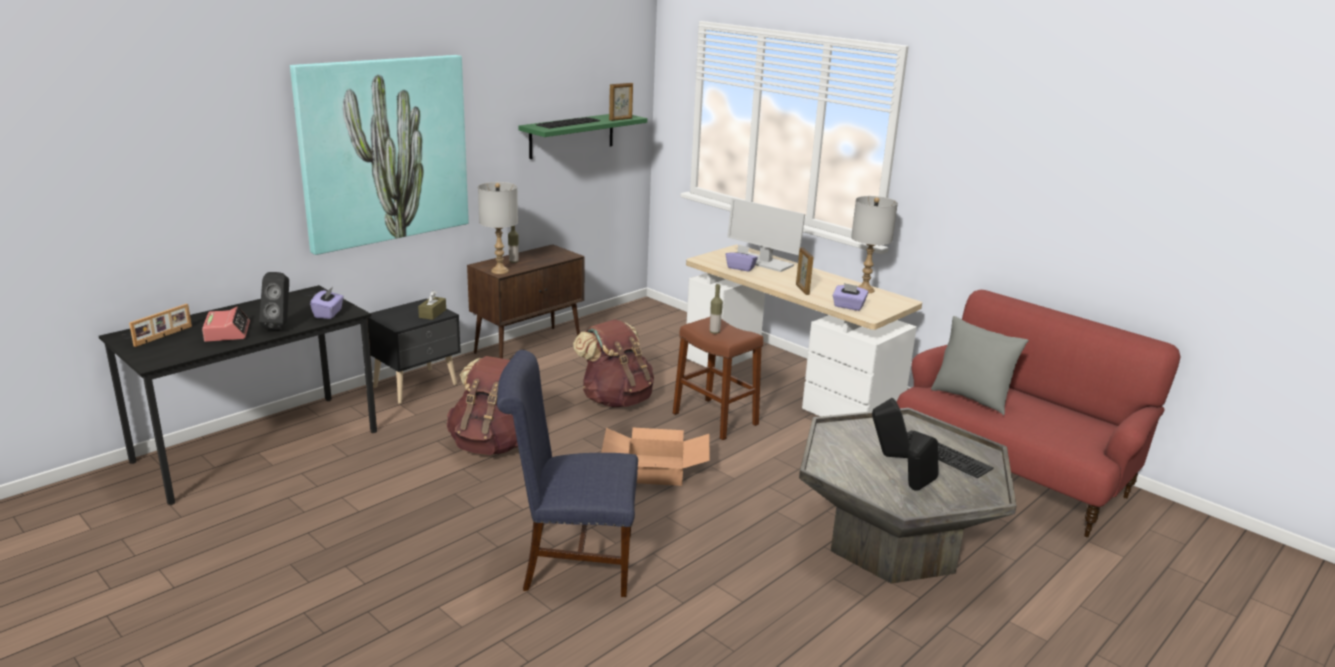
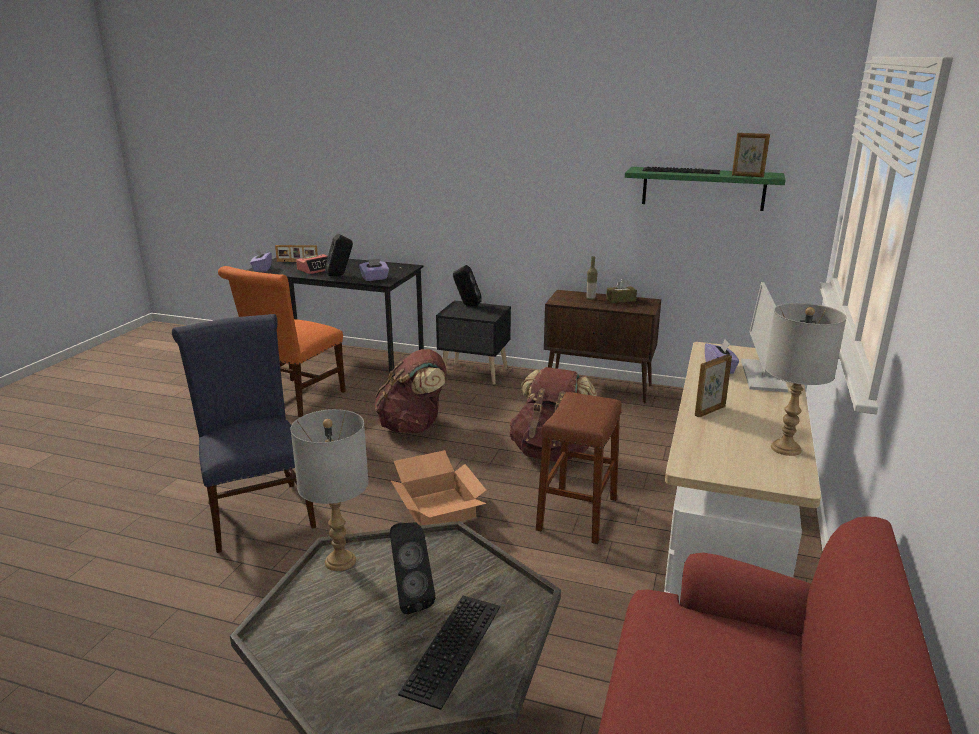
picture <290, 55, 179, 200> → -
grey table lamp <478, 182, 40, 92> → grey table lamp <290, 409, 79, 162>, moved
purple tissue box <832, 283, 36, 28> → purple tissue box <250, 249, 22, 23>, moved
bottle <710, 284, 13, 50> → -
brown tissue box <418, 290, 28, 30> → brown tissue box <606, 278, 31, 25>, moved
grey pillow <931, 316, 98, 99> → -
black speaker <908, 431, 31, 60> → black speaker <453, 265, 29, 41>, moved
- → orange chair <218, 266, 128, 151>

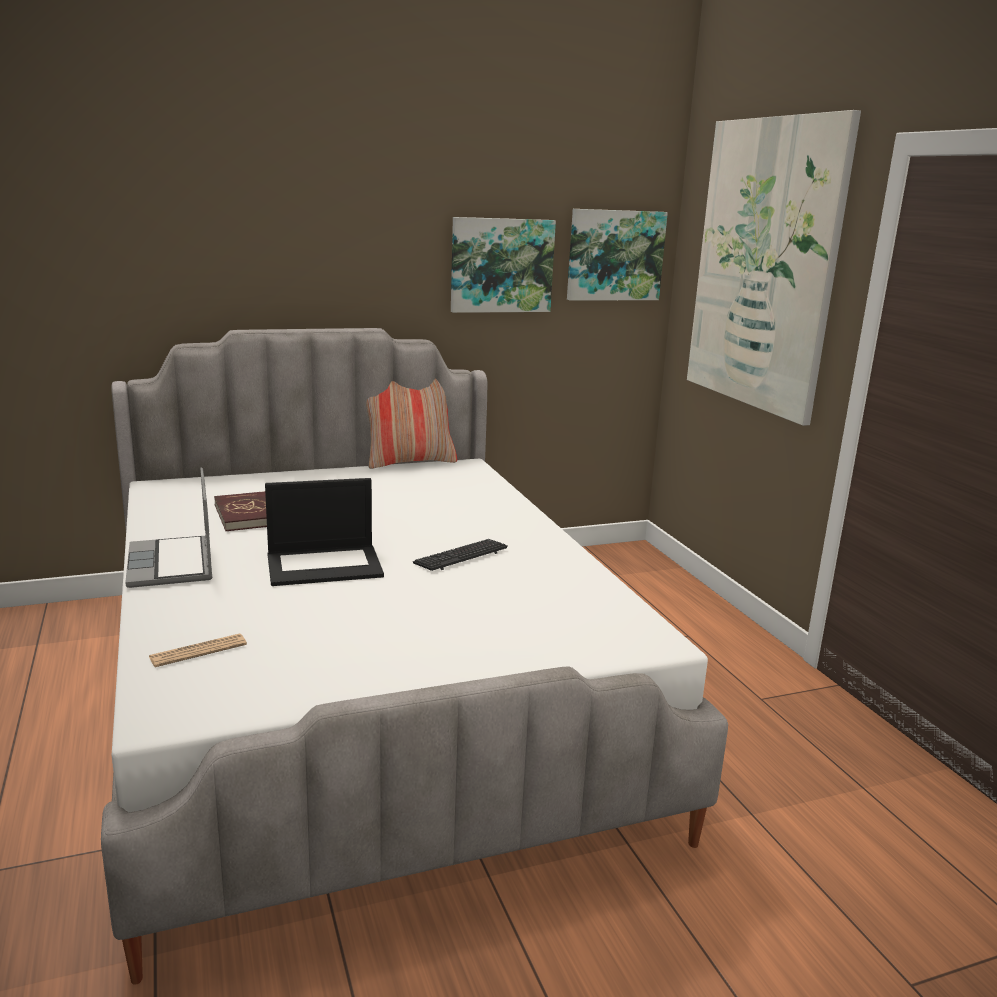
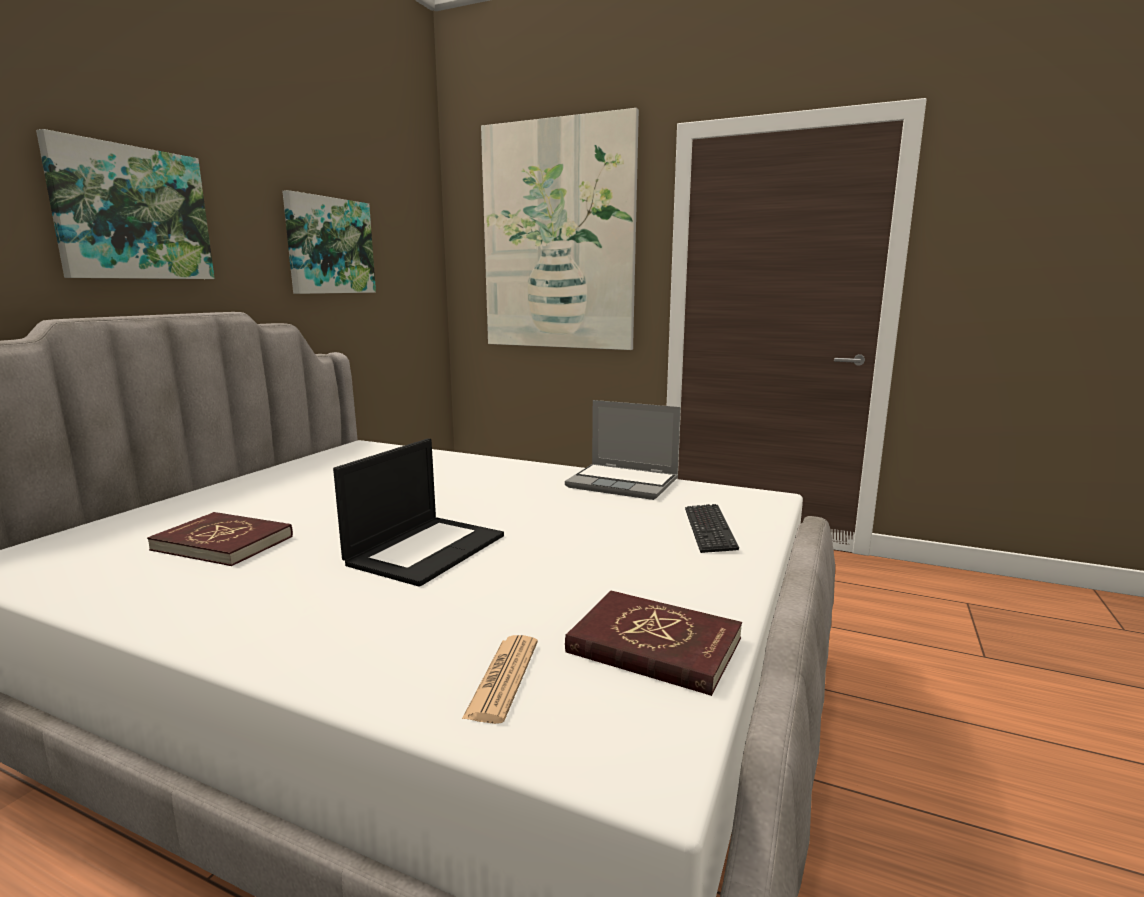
picture <567, 209, 101, 92> → picture <36, 129, 179, 150>, moved
pillow <366, 378, 91, 91> → -
laptop <125, 468, 87, 120> → laptop <565, 400, 115, 100>, moved
keyboard <413, 539, 95, 32> → keyboard <685, 504, 54, 49>, moved
- → red book <565, 591, 177, 105>

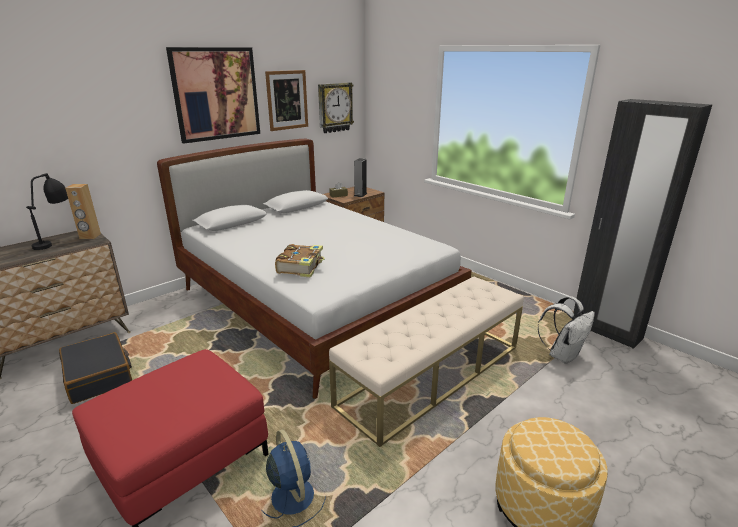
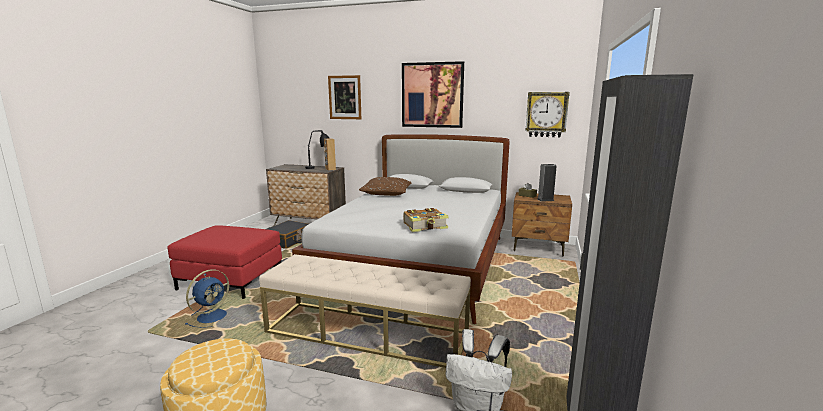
picture <265, 70, 43, 61> → picture <328, 75, 33, 44>, moved
book <275, 244, 50, 34> → book <404, 208, 44, 24>, moved
- → brown pillow <359, 177, 52, 19>

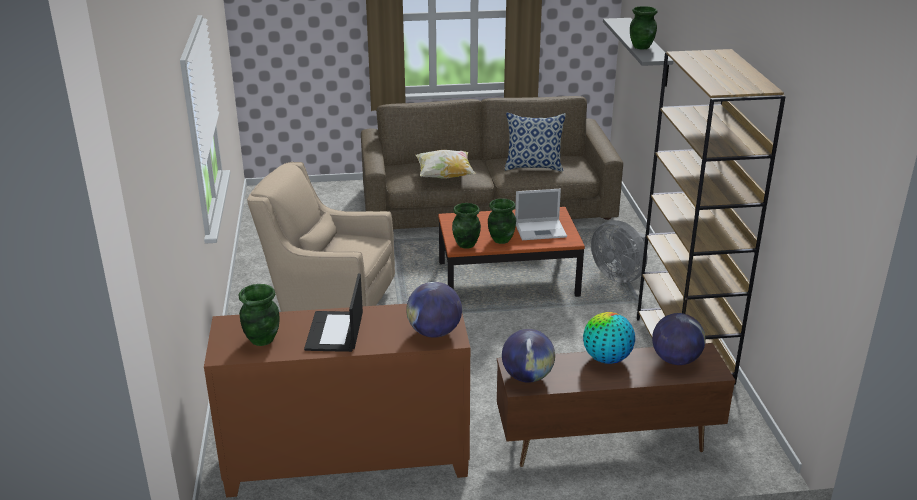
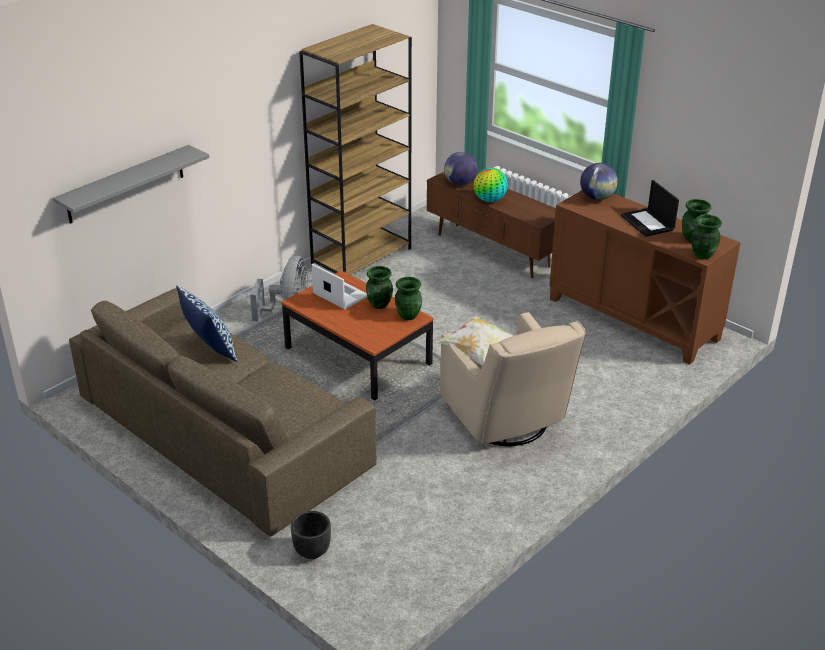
green vase <630, 6, 28, 43> → green vase <691, 214, 31, 45>, moved
pillow <416, 150, 59, 29> → pillow <436, 316, 77, 50>, moved
laptop <304, 274, 59, 78> → laptop <620, 180, 59, 57>, 105 degrees clockwise
globe <502, 329, 53, 54> → -
- → black planter <291, 511, 40, 48>

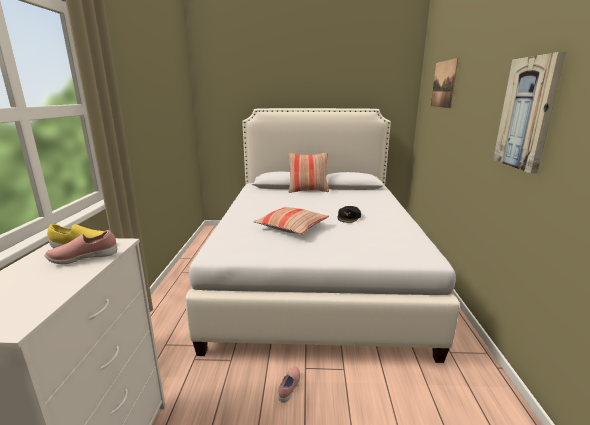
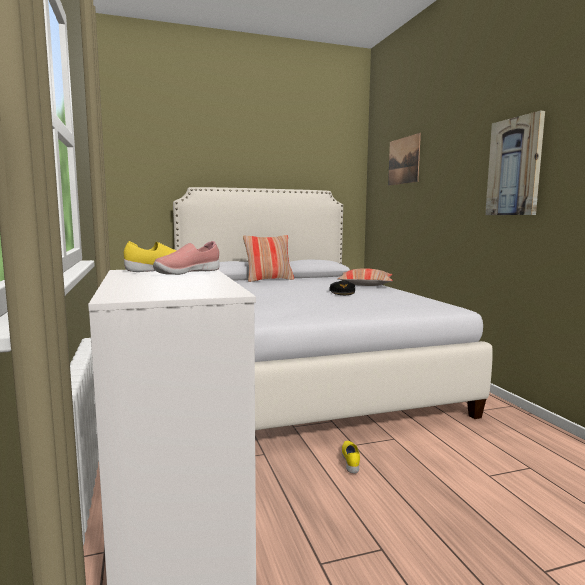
pillow <254, 207, 75, 27> → pillow <337, 268, 56, 18>, moved
pink shoe <278, 366, 22, 37> → yellow shoe <342, 441, 18, 33>

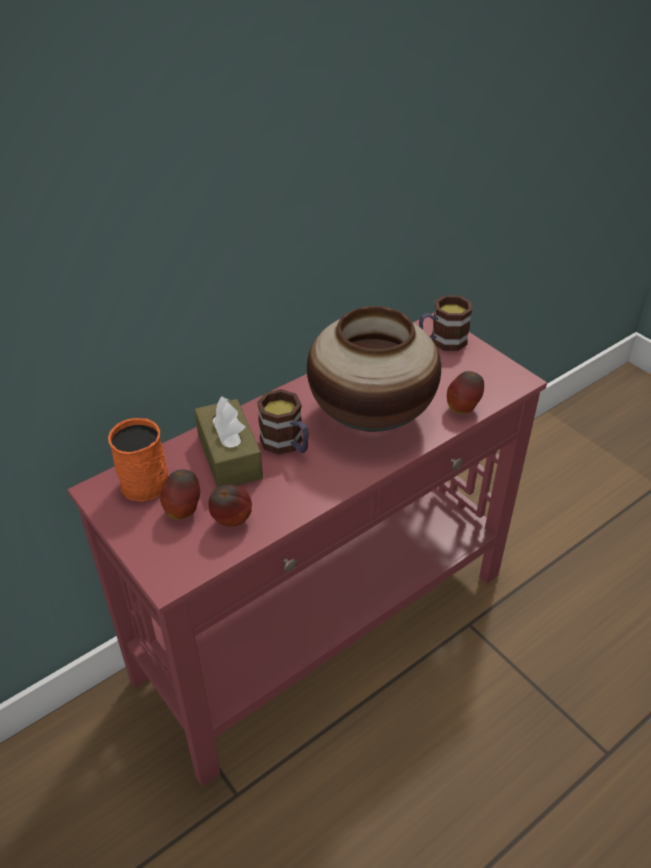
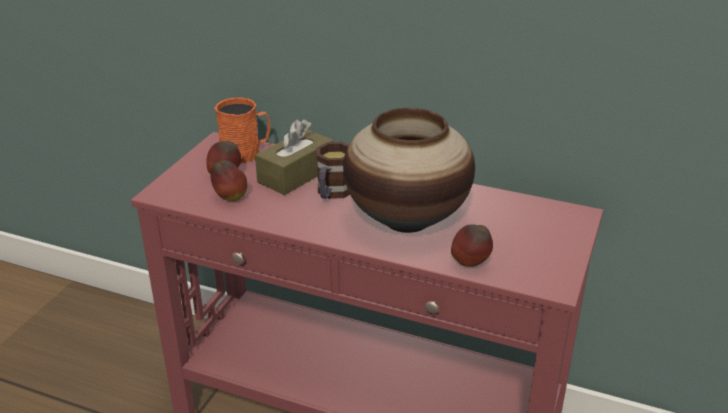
mug <419, 295, 53, 56> → -

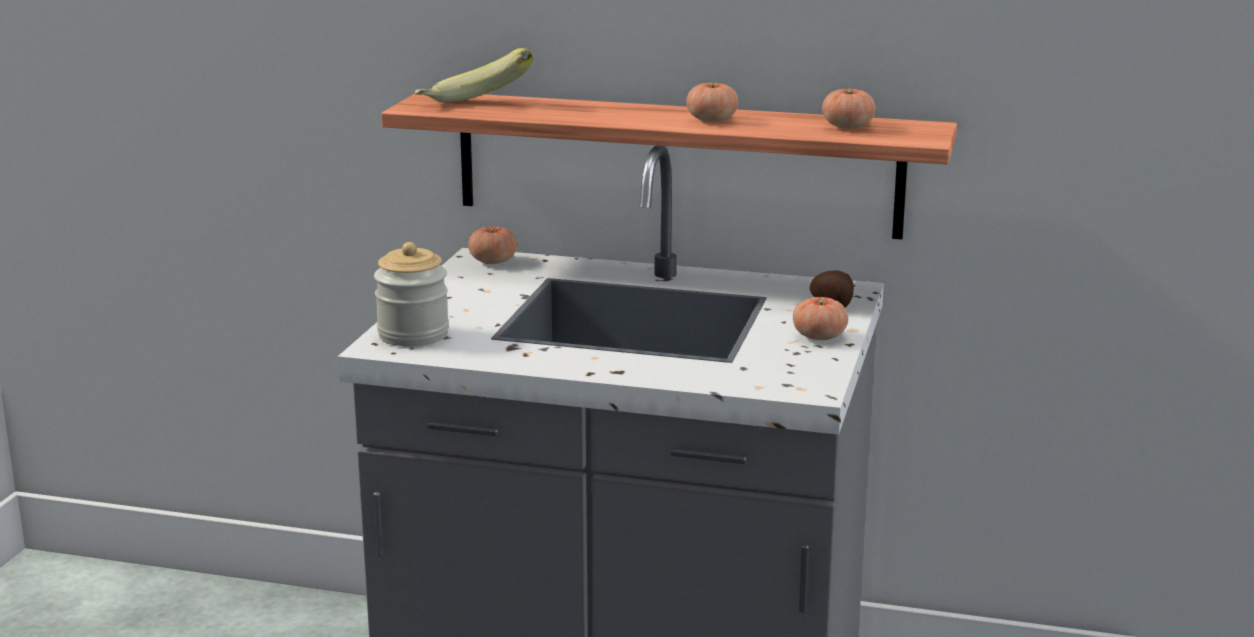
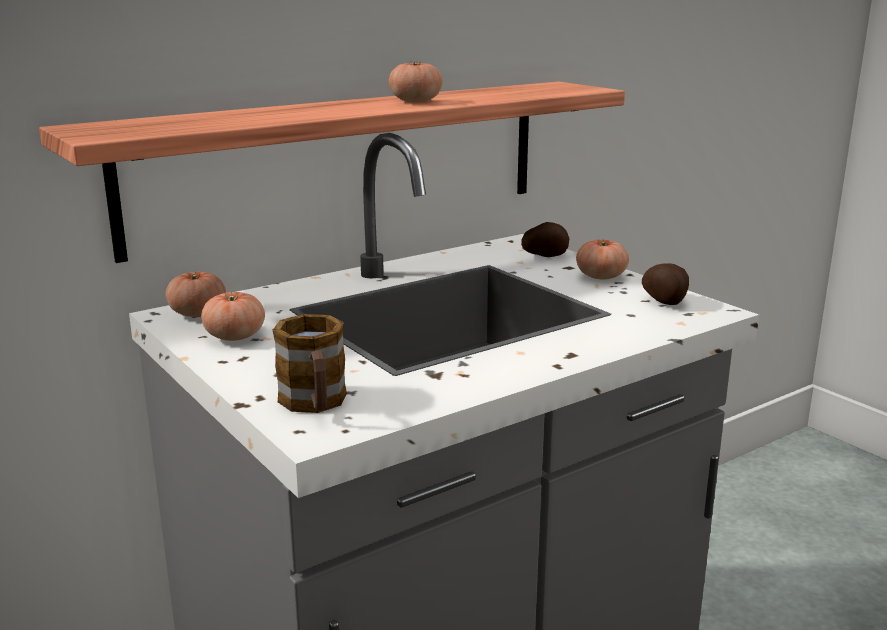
banana <415, 48, 118, 54> → -
tomato <822, 88, 54, 41> → tomato <201, 292, 64, 49>, moved
jar <374, 242, 75, 105> → mug <273, 314, 74, 99>
- → potato <642, 263, 47, 42>

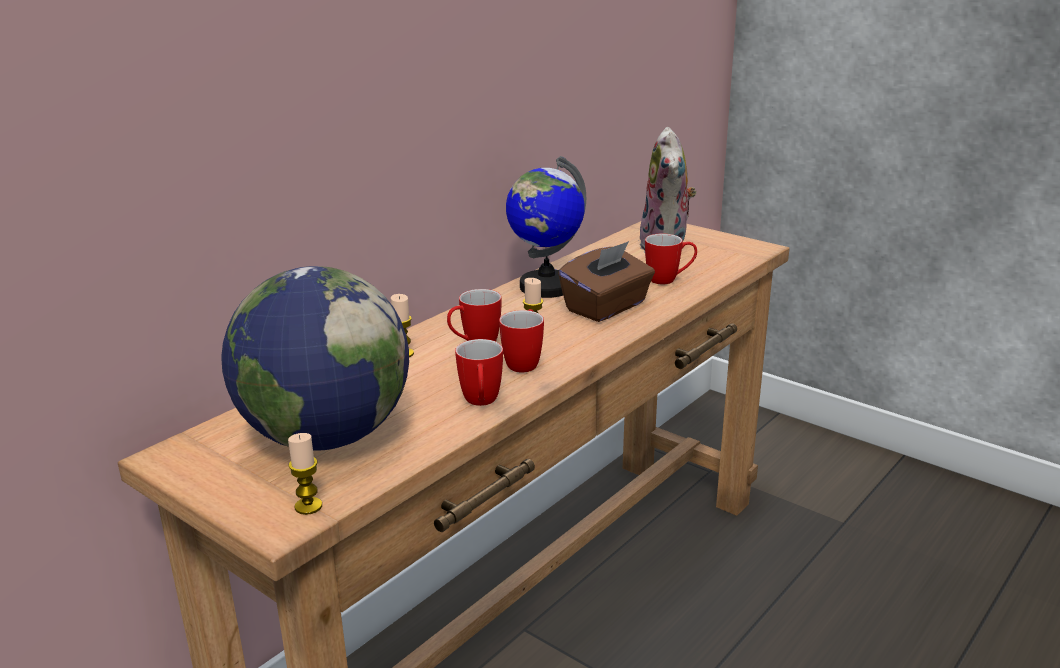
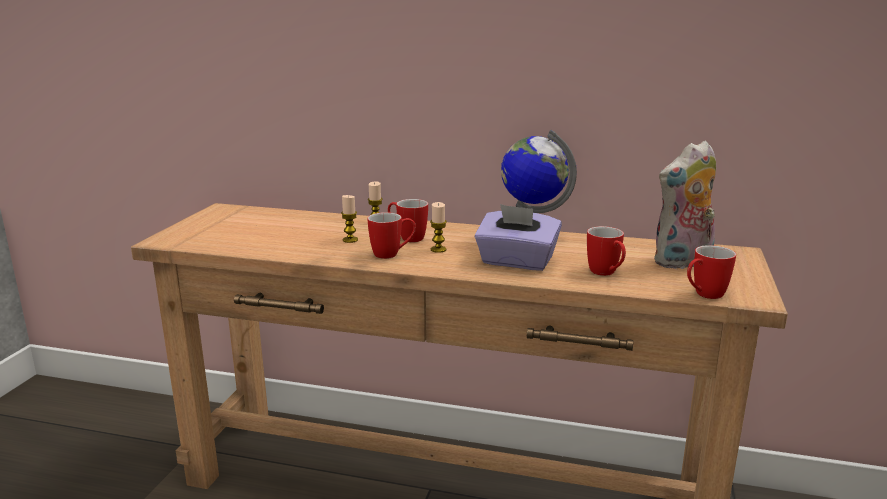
brown tissue box <558, 241, 97, 81> → purple tissue box <475, 204, 87, 67>
globe <221, 266, 188, 184> → -
mug <455, 339, 48, 67> → mug <687, 245, 49, 54>, moved
candle <288, 433, 34, 82> → candle <341, 195, 17, 48>, moved

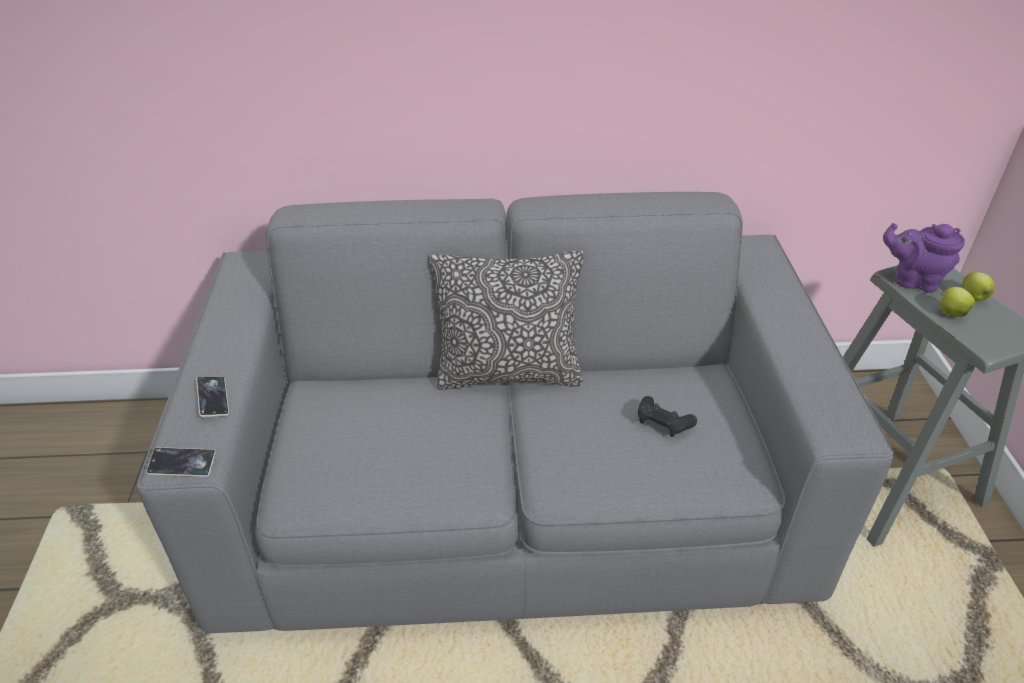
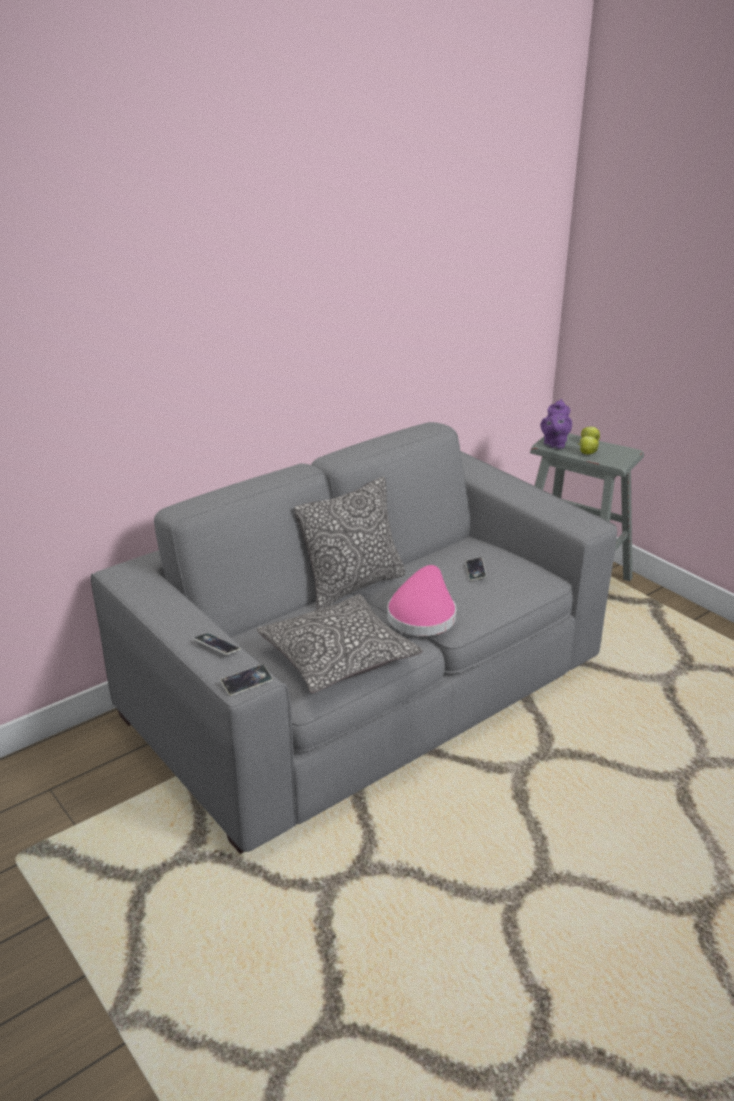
purple teapot <883, 223, 82, 70> → purple teapot <540, 399, 32, 50>, 60 degrees counterclockwise
black game controller <638, 396, 59, 41> → phone <466, 557, 21, 24>
- → pink hat <387, 565, 69, 71>
- → pillow <257, 594, 165, 100>

